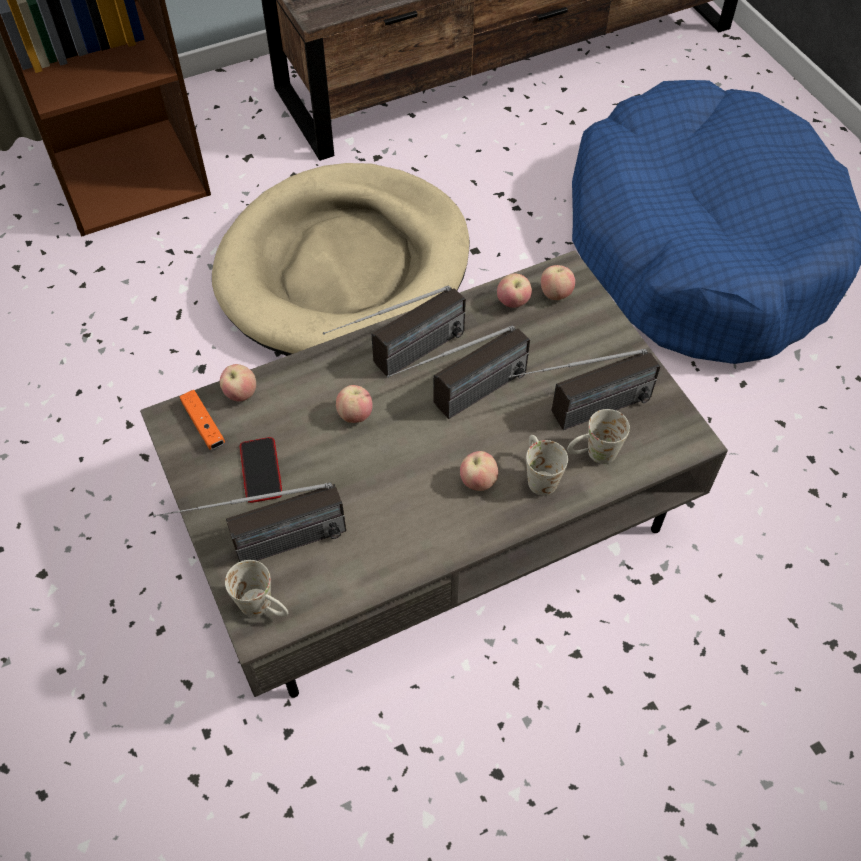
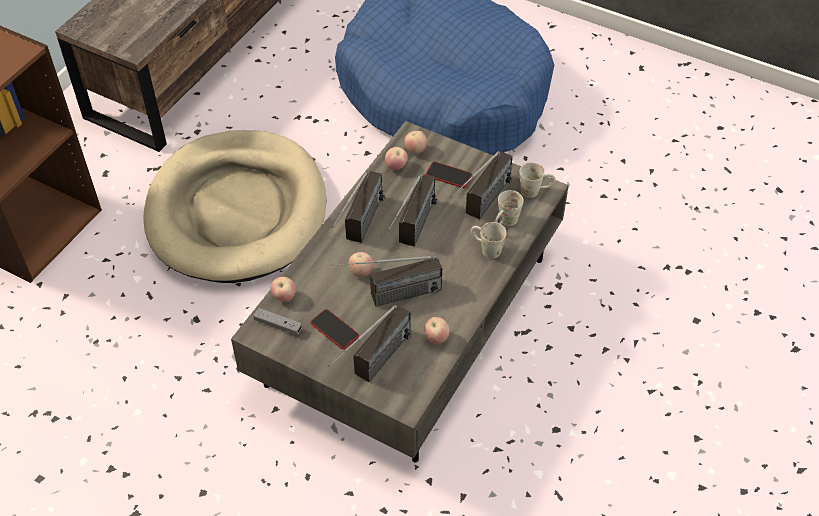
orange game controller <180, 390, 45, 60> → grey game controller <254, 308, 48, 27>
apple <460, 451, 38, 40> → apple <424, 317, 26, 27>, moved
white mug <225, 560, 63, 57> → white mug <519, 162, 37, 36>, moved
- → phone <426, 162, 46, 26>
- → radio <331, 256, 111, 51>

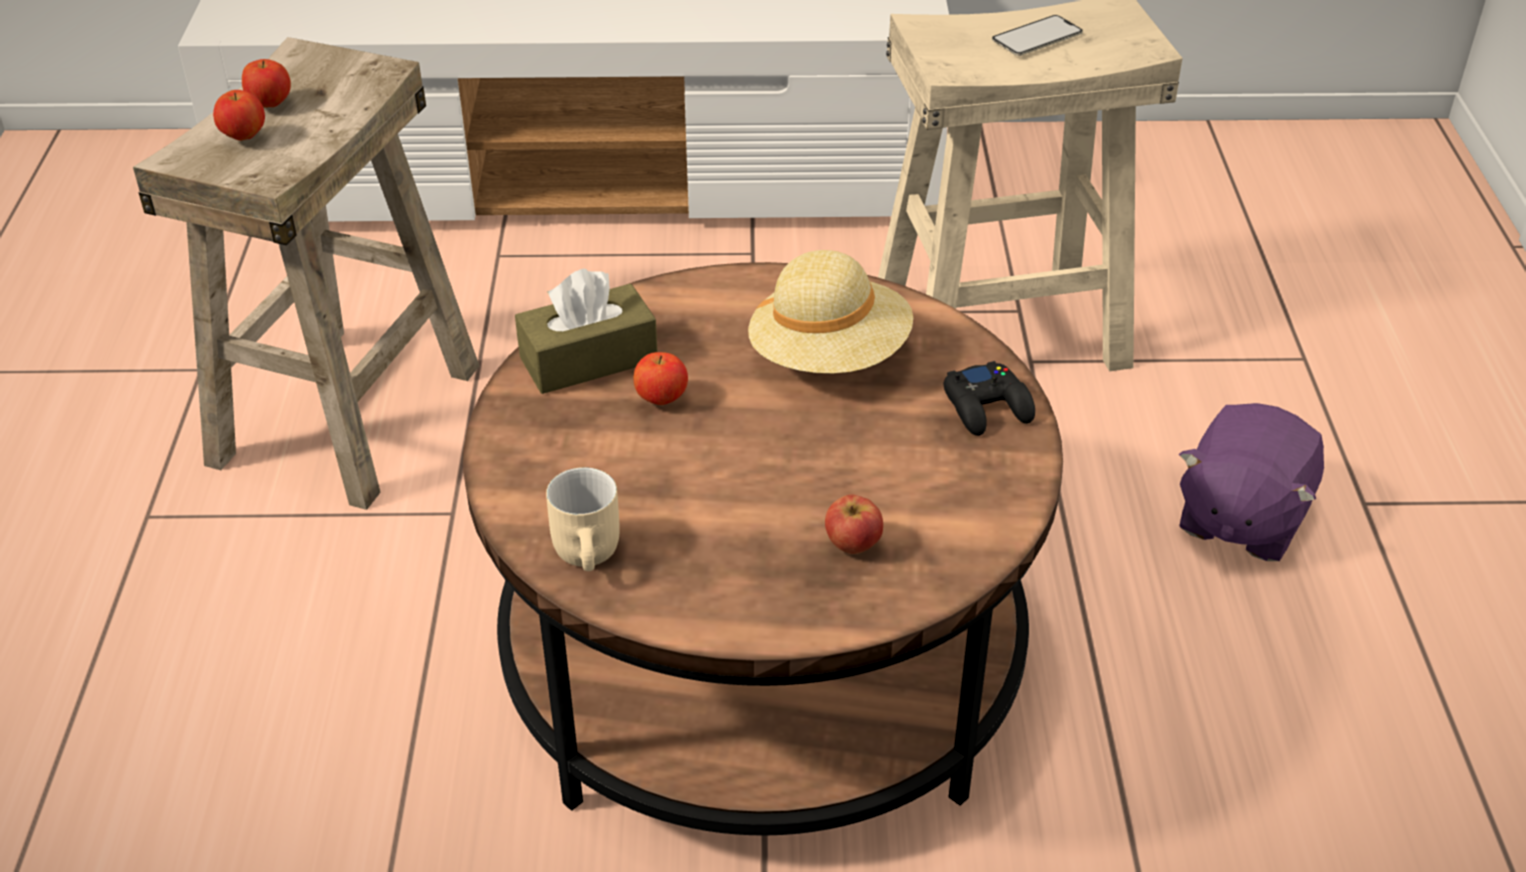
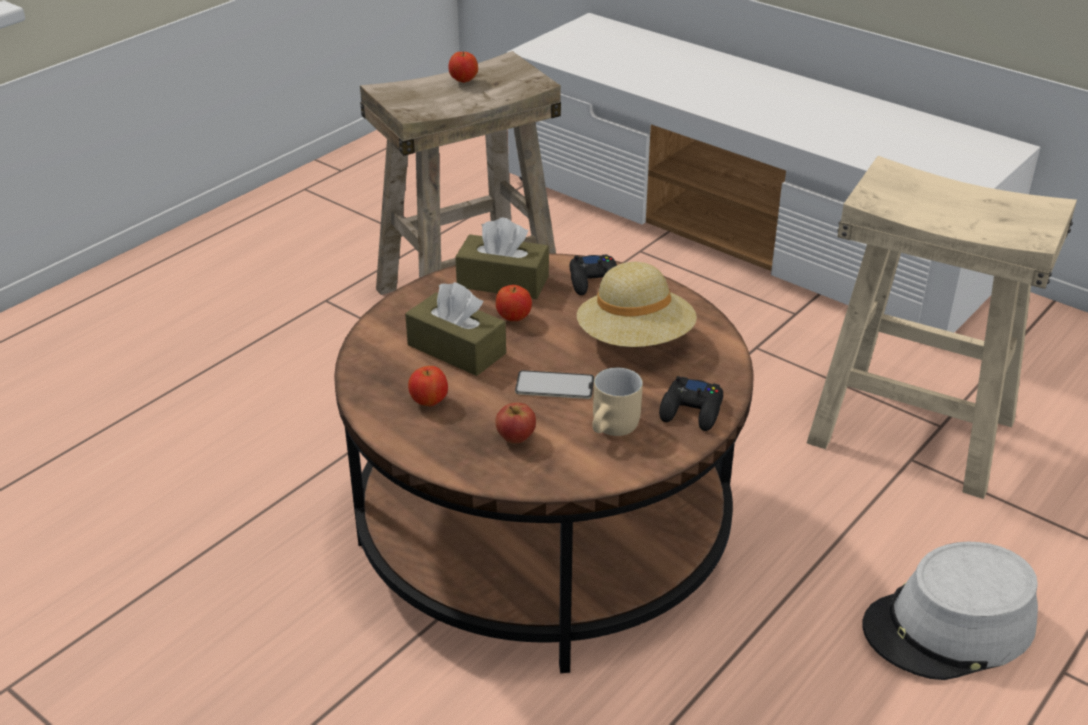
phone <992, 15, 91, 41> → phone <515, 370, 79, 29>, moved
apple <213, 90, 52, 51> → apple <408, 366, 40, 40>, moved
purple plush toy <1179, 403, 145, 158> → grey hat <863, 542, 175, 138>
beige mug <546, 467, 74, 104> → beige mug <592, 367, 51, 69>, moved
- → black game controller <570, 255, 47, 40>
- → brown tissue box <405, 282, 101, 94>

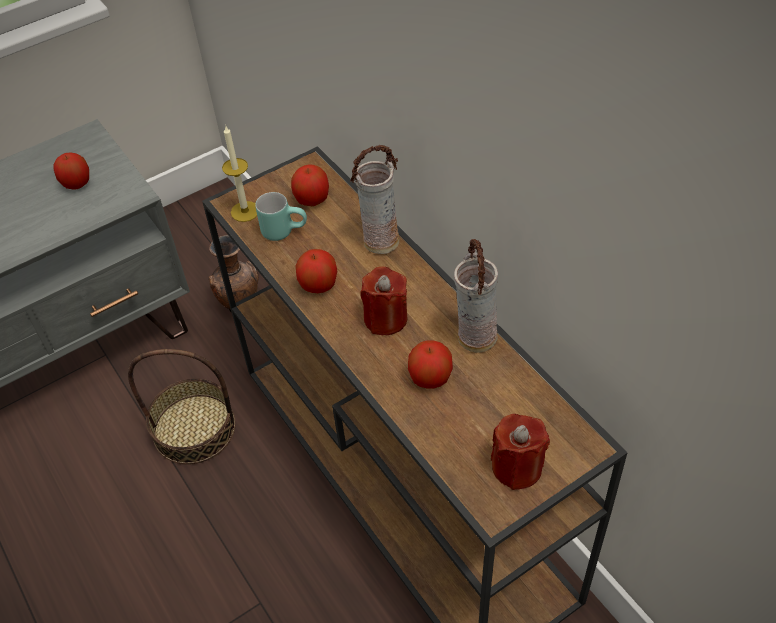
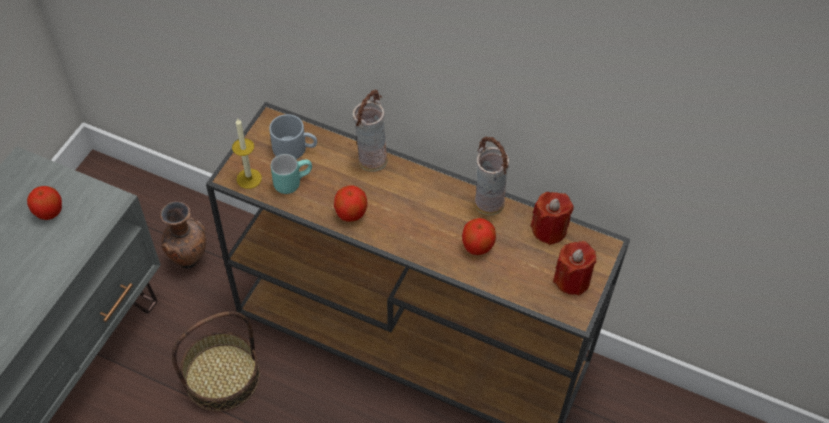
apple <291, 164, 38, 42> → grey mug <269, 114, 48, 45>
red candle <360, 266, 47, 69> → red candle <530, 192, 44, 53>, moved

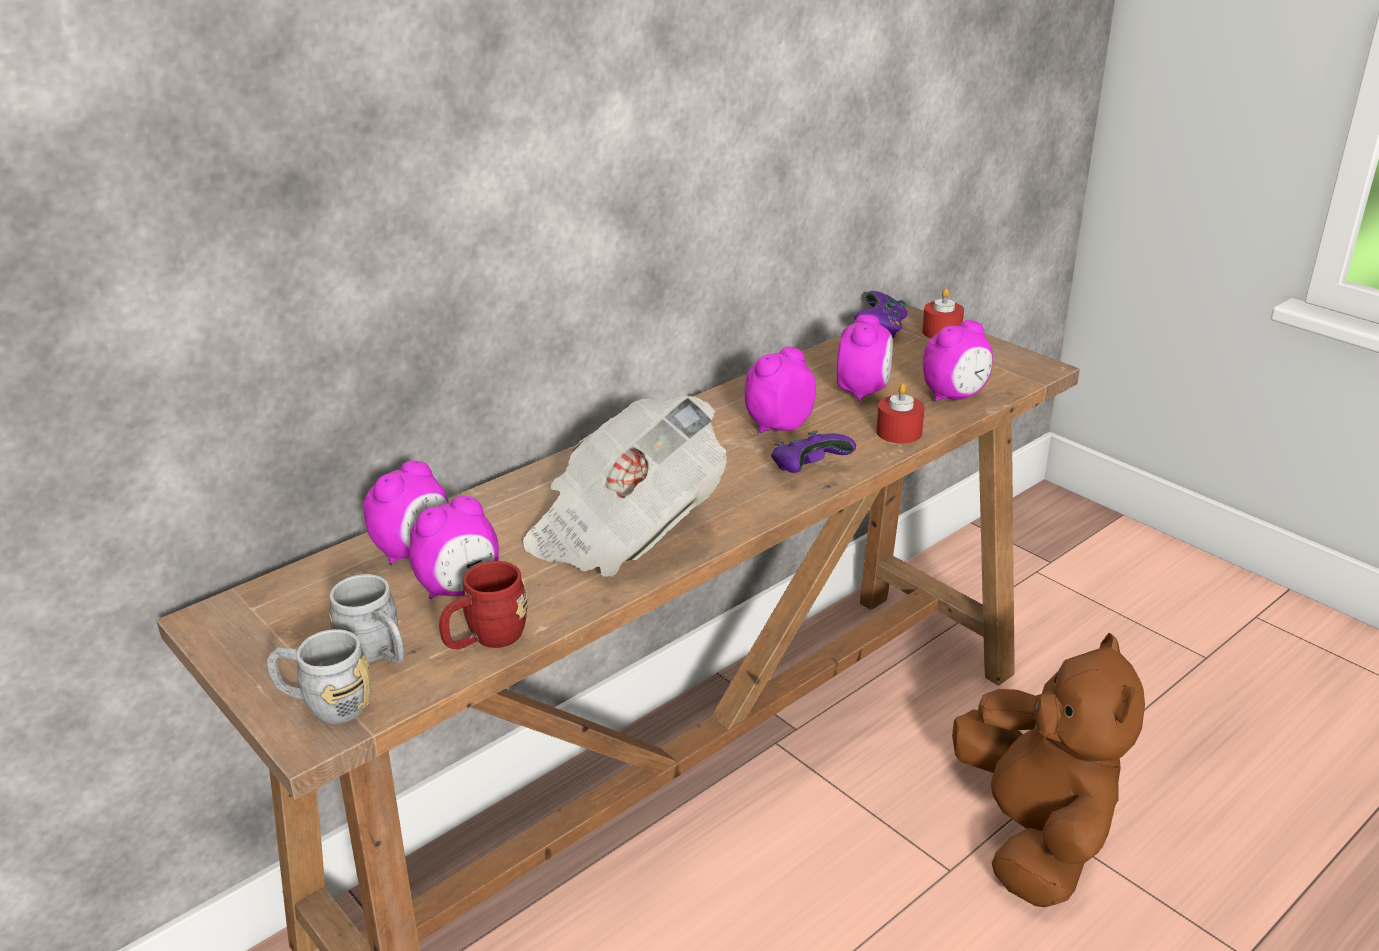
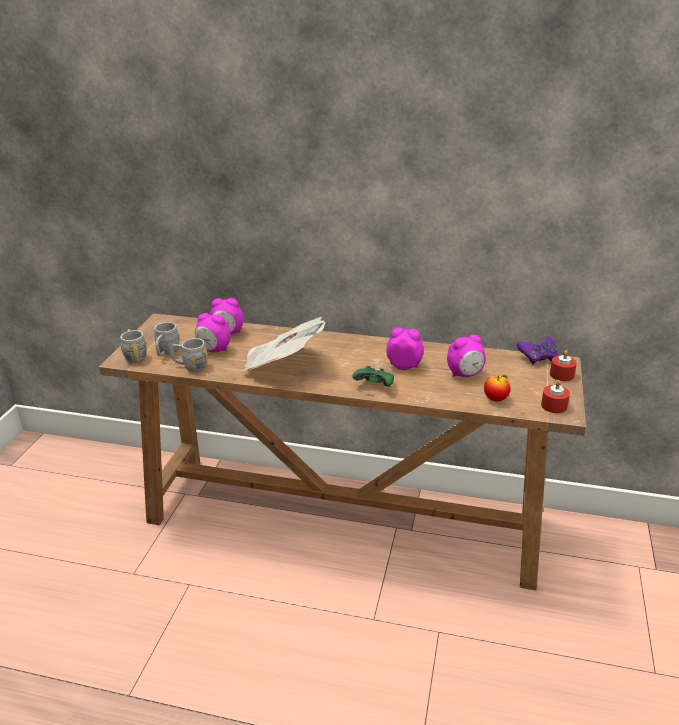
alarm clock <923, 320, 70, 82> → apple <484, 375, 27, 27>
red candle <876, 383, 49, 61> → red candle <541, 380, 29, 33>, moved
purple game controller <771, 430, 85, 43> → green game controller <352, 366, 42, 21>
red mug <439, 561, 89, 88> → grey mug <170, 338, 38, 34>
brown plush toy <952, 633, 193, 274> → -

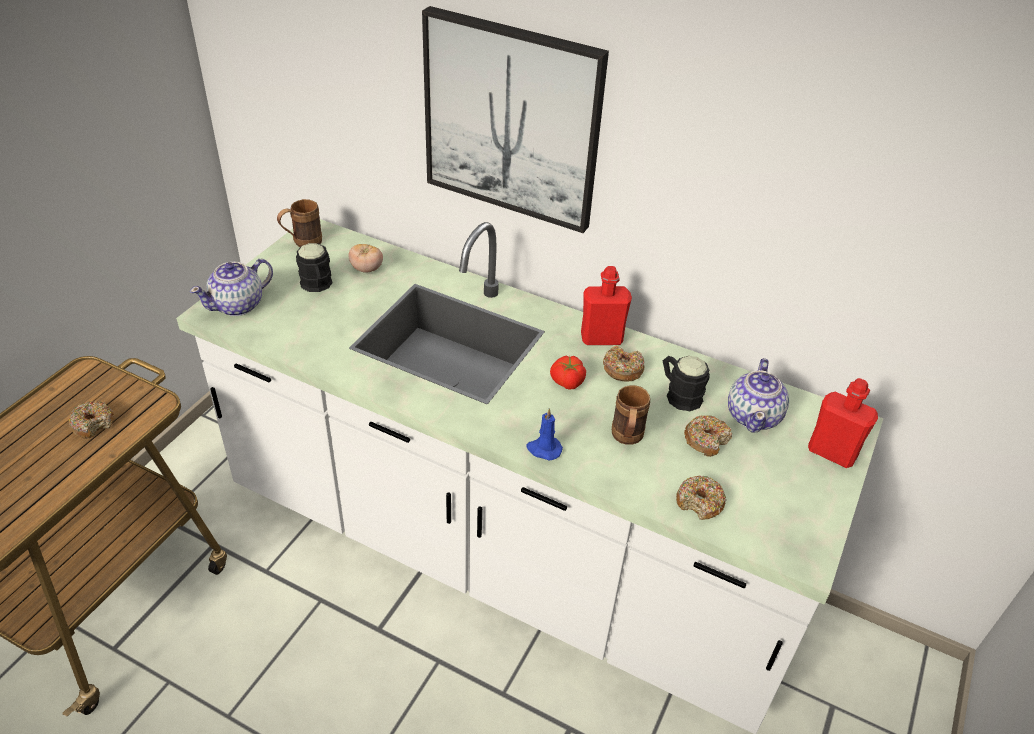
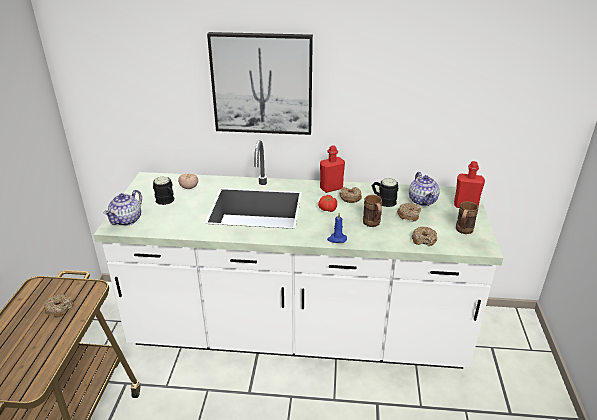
brown mug <277, 199, 45, 48> → brown mug <456, 201, 22, 33>, moved

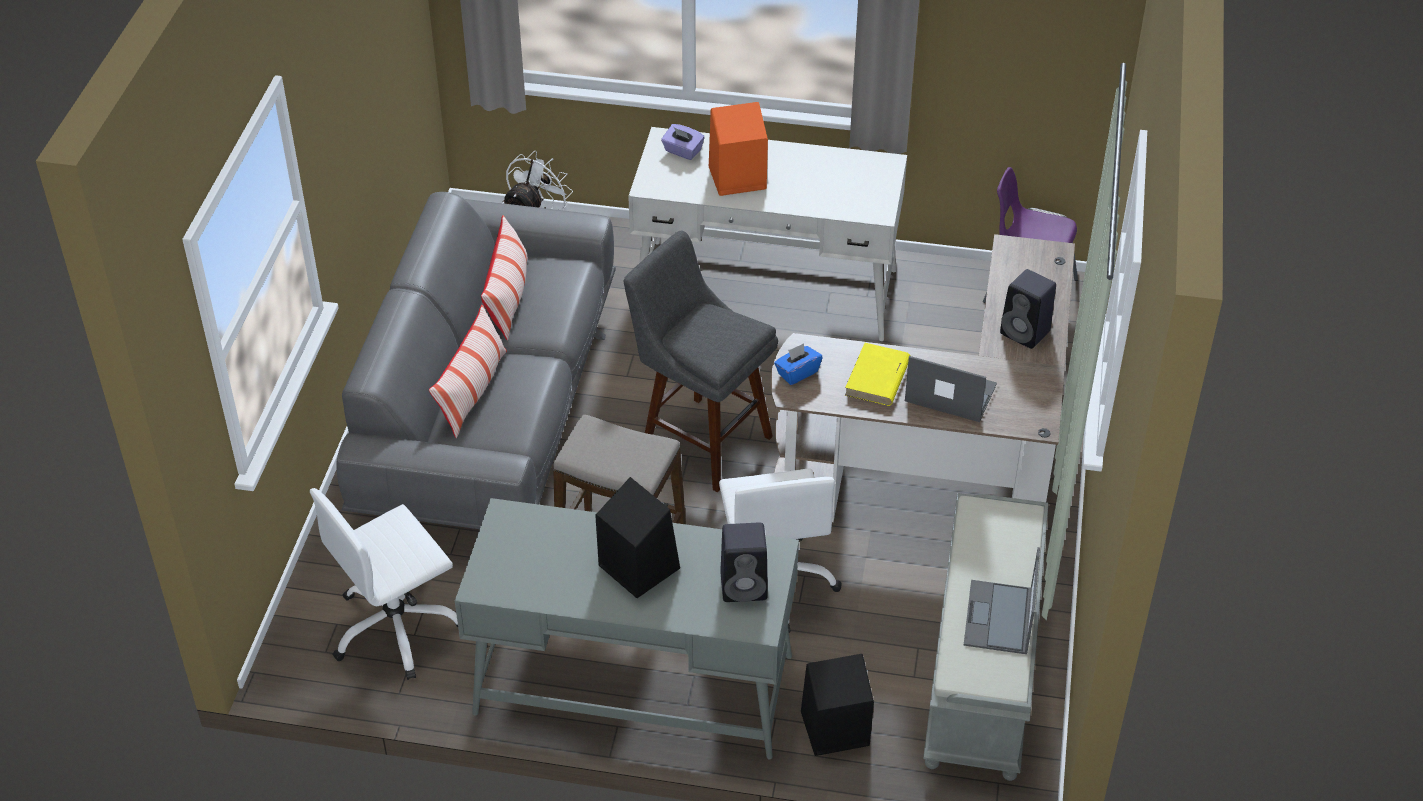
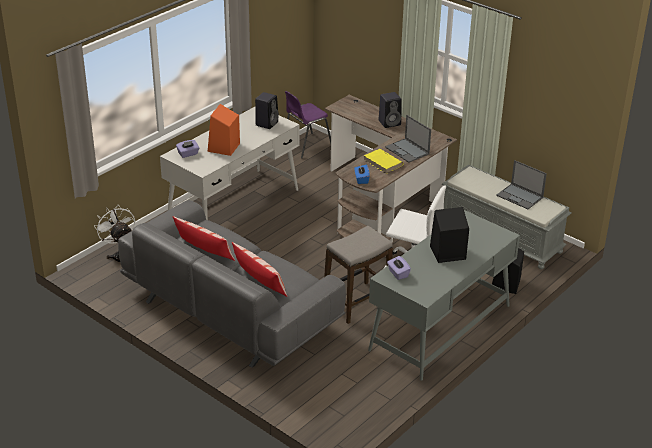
grey stool <624, 231, 154, 261> → -
laptop <905, 356, 92, 66> → laptop <385, 115, 46, 48>, 90 degrees counterclockwise
white office chair <310, 488, 148, 192> → -
black speaker <720, 523, 48, 79> → black speaker <255, 92, 24, 37>, moved
- → purple tissue box <387, 256, 24, 24>

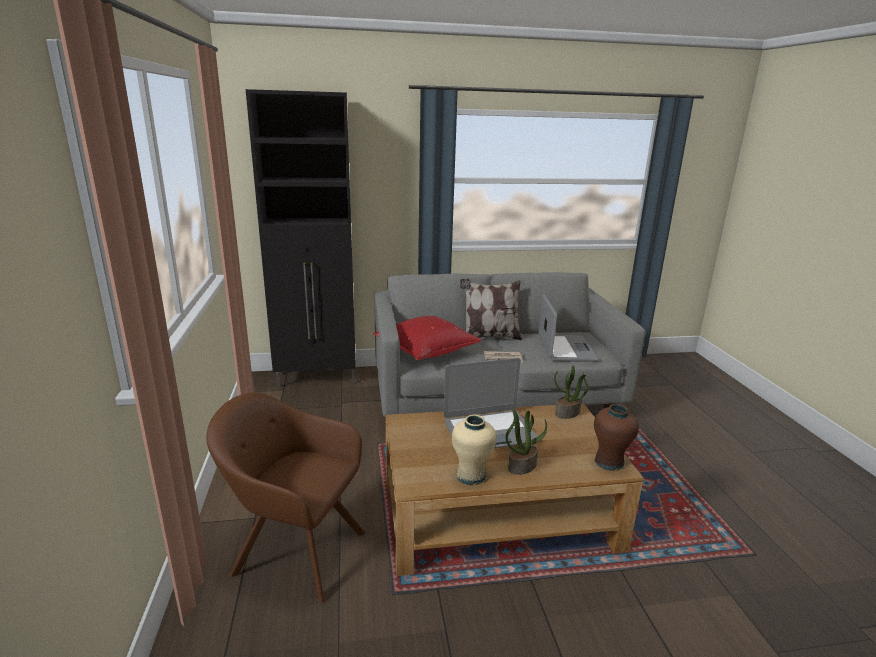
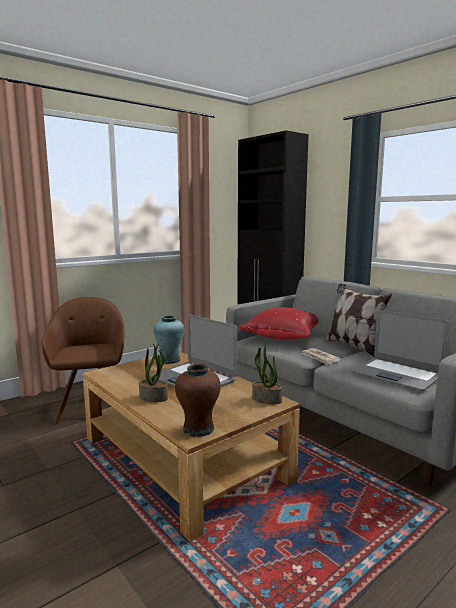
laptop <538, 294, 60, 68> → laptop <351, 310, 98, 81>, 75 degrees clockwise
beige vase <452, 414, 45, 71> → -
- → turquoise vase <153, 315, 32, 49>

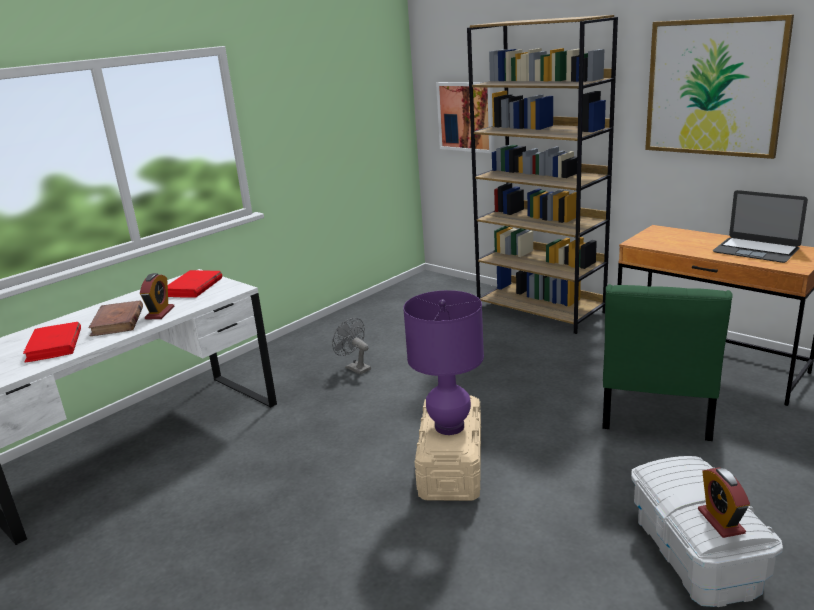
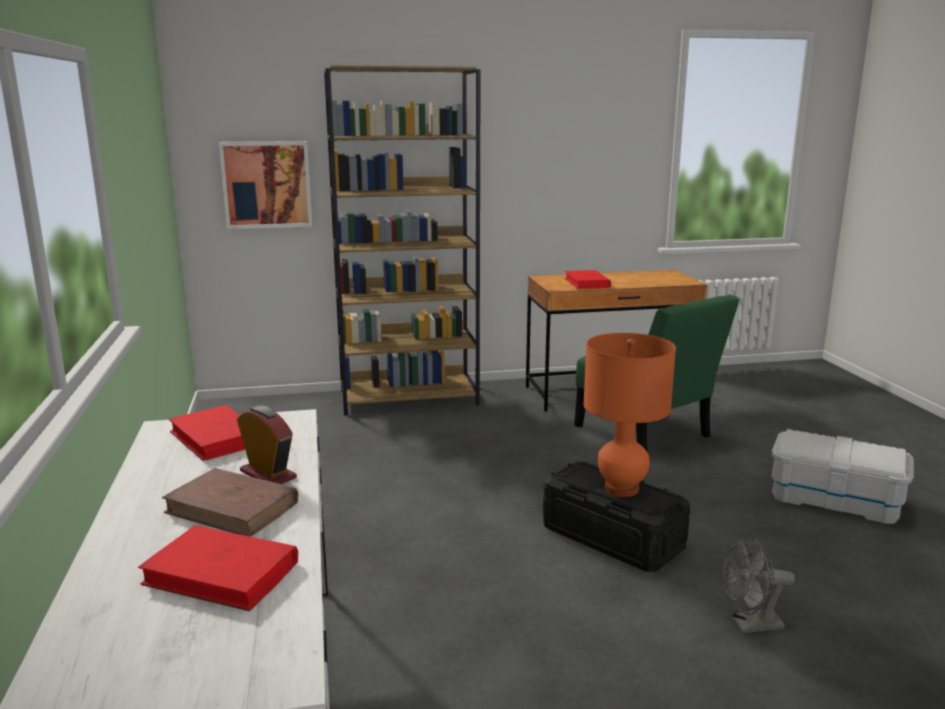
picture <645, 14, 149, 145> → -
laptop <713, 190, 95, 73> → -
purple table lamp <403, 290, 81, 145> → orange table lamp <583, 333, 93, 164>
grey fan <332, 318, 39, 57> → grey fan <723, 536, 72, 97>, moved
beige storage box <415, 395, 66, 106> → black storage box <543, 462, 147, 110>
alarm clock <698, 468, 52, 70> → -
- → red book <565, 270, 46, 19>

